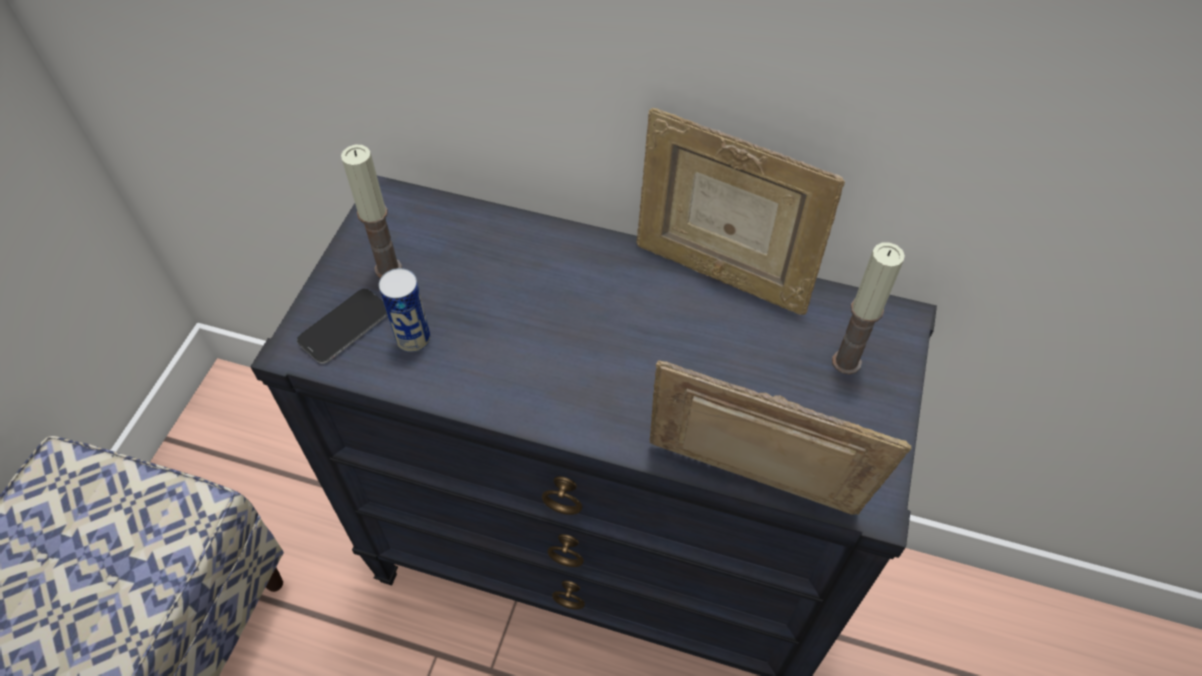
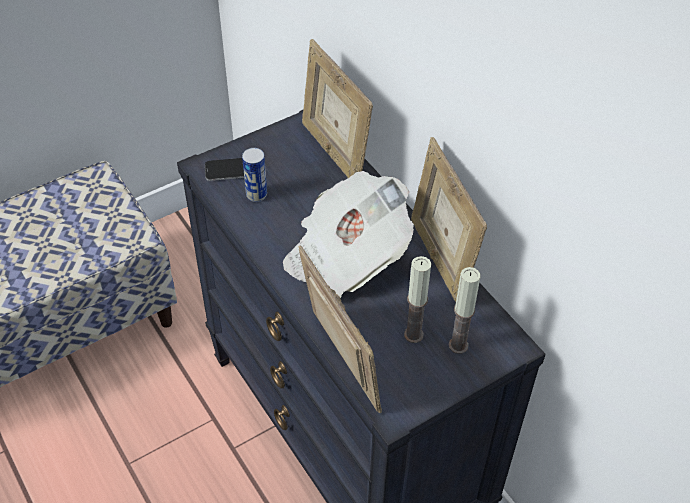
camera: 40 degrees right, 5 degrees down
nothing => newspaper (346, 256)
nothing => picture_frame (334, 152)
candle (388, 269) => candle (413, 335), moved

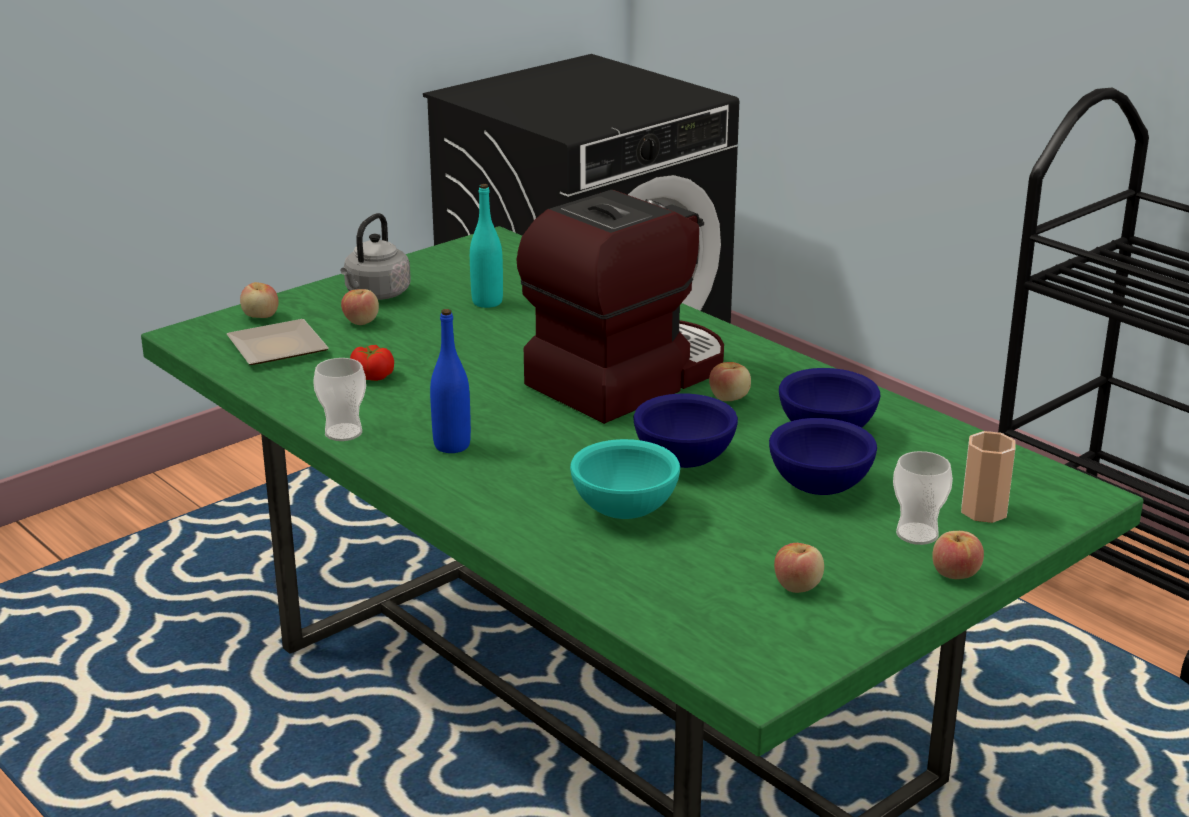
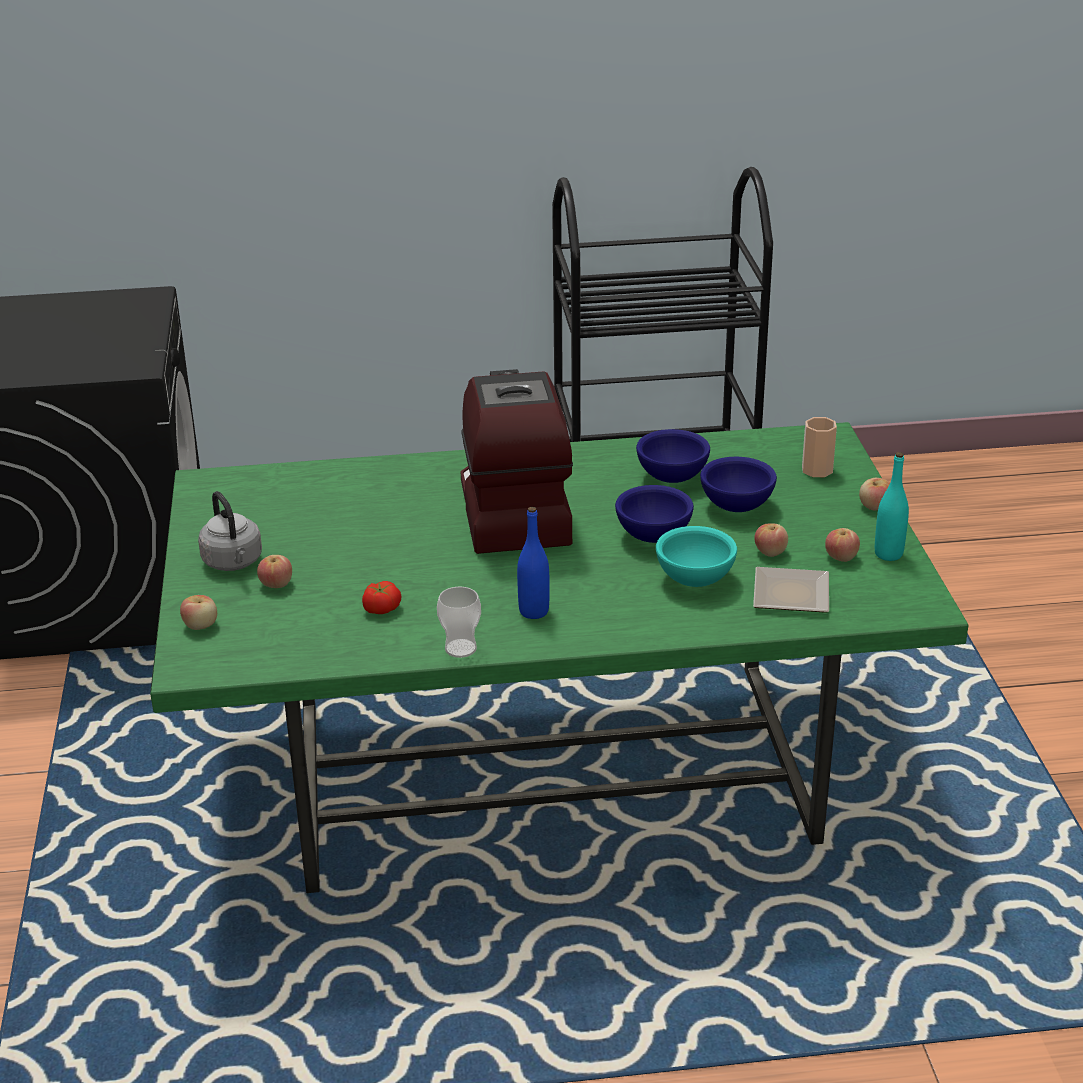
camera: 55 degrees left, 5 degrees up
drinking_cup (917, 534) => nothing
dinner_plate (281, 348) => dinner_plate (793, 593), moved
turquoise_beverage_bottle (487, 302) => turquoise_beverage_bottle (888, 554), moved
apple_fruit (730, 398) => apple_fruit (770, 552), moved

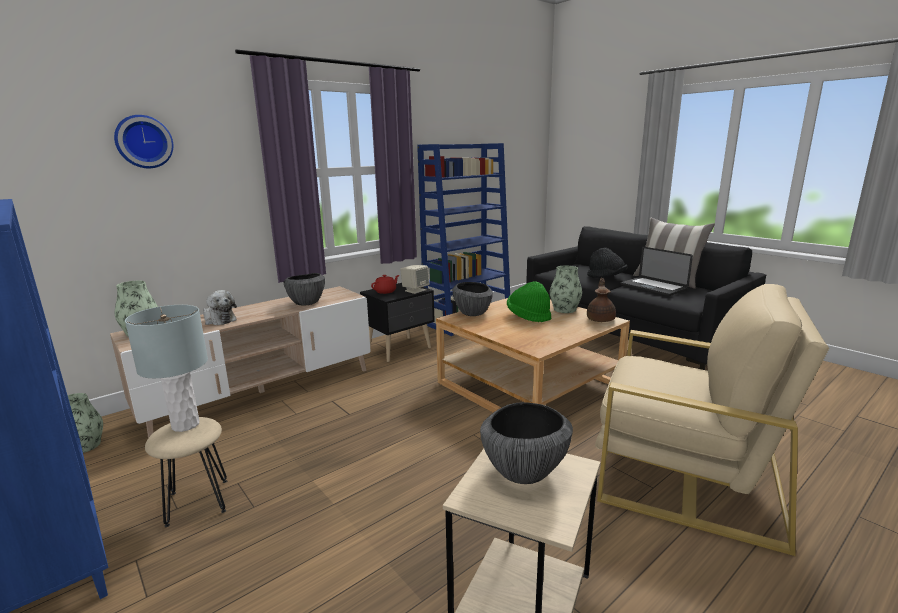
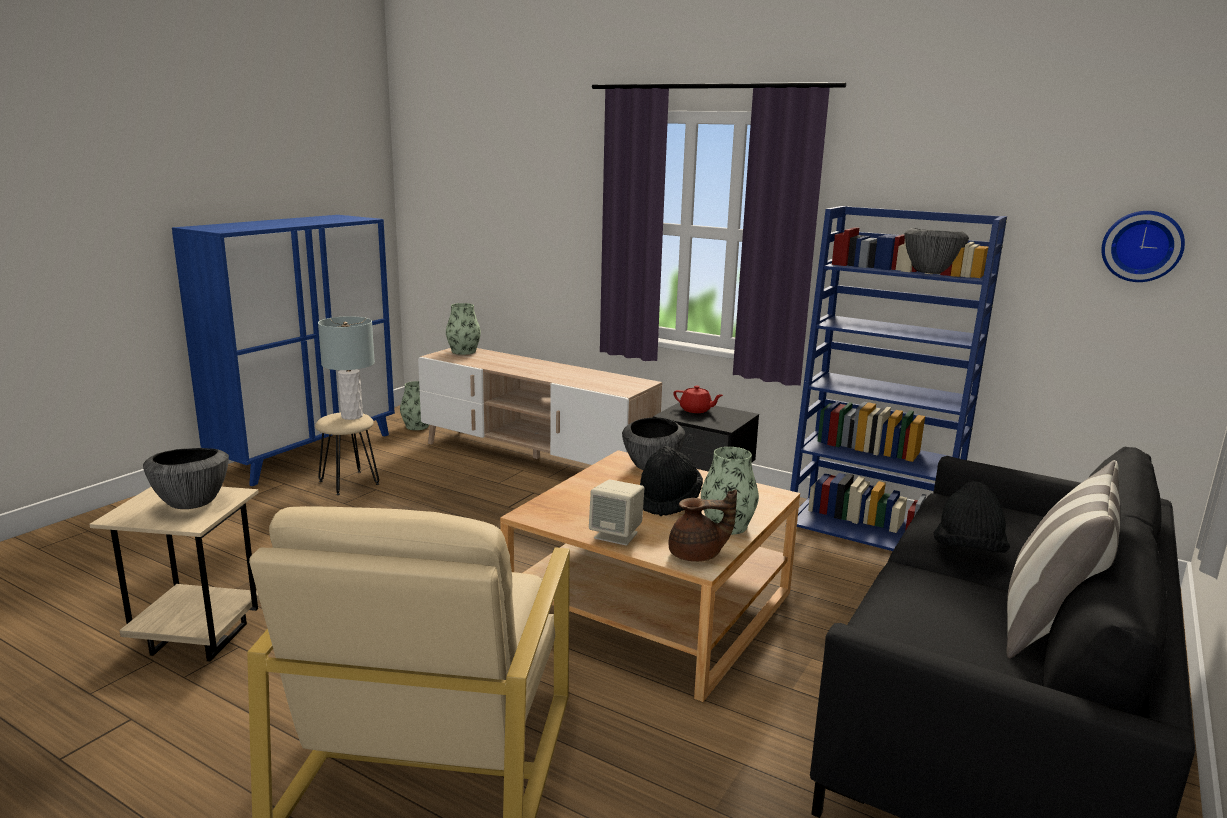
camera: 70 degrees right, 0 degrees up
soft_toy (219, 320) => nothing
portable_computer (653, 287) => nothing
hanging_clock (143, 142) => hanging_clock (1142, 246), moved
deep_dish (306, 303) => deep_dish (931, 272), moved
beige-coloured_loudspeaker (415, 290) => beige-coloured_loudspeaker (616, 535), moved
green-coloured_hat (528, 316) => blackish_hat (668, 501)

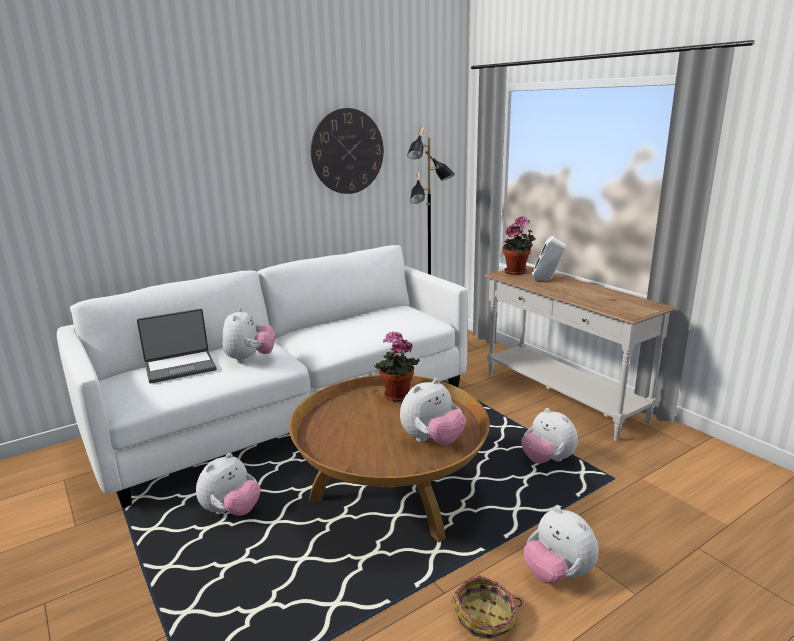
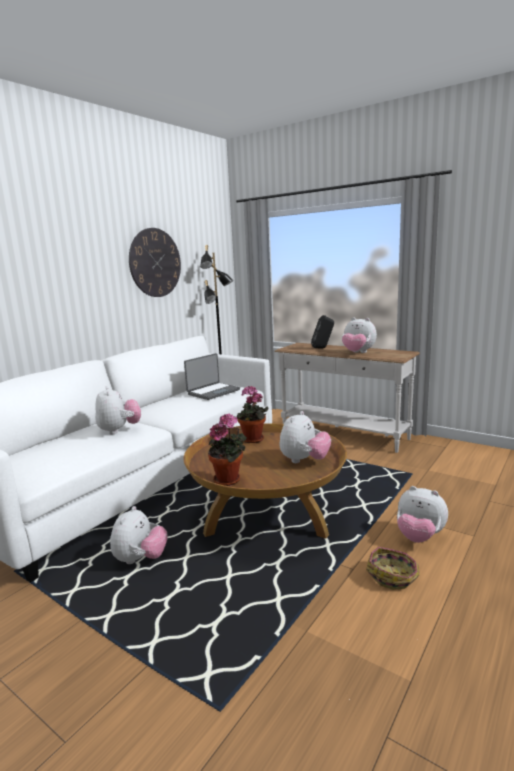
camera: 20 degrees left, 5 degrees down
portable_computer (180, 367) => portable_computer (213, 392), moved
houseplant (517, 272) => houseplant (229, 480), moved
soft_toy (547, 460) => soft_toy (358, 353), moved
white-coloured_loudspeaker (547, 280) => blackish_loudspeaker (323, 348)

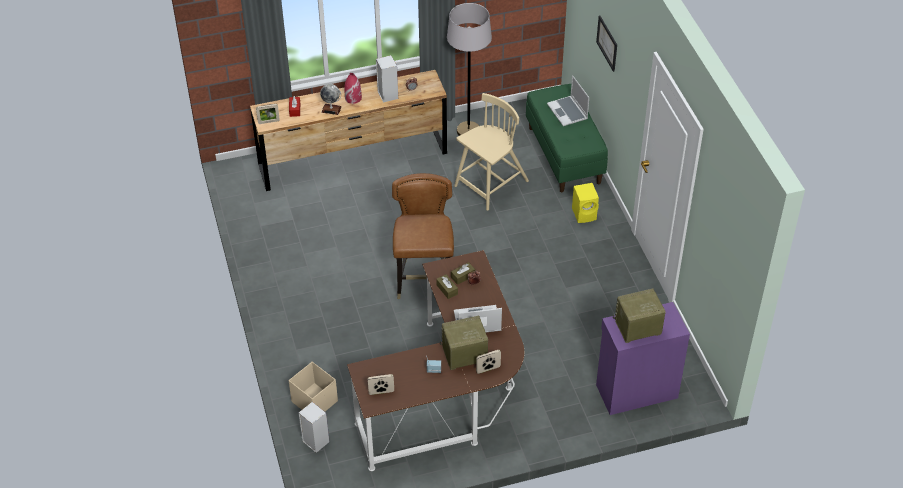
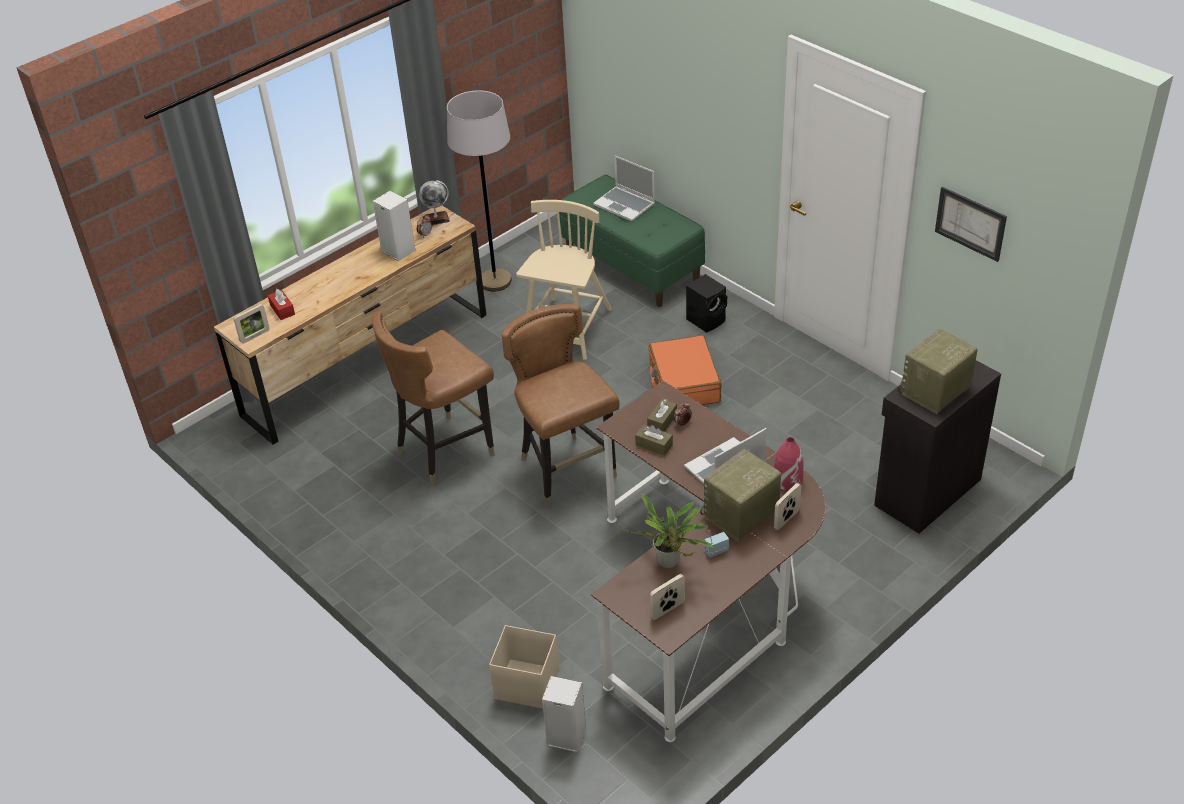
camera: 25 degrees left, 5 degrees down
nothing => brownish_chair (445, 451)
nothing => houseplant (670, 563)
nothing => orangey_suitcase (683, 382)
globe (331, 109) => globe (436, 219), moved
red-coloured_vase (353, 98) => red-coloured_vase (787, 480), moved
wall_art (607, 43) => wall_art (970, 223), moved
yellow_loudspeaker (585, 214) => blackish_loudspeaker (707, 320)
purple-coloured_cabinet (635, 390) => blackish_cabinet (925, 492)

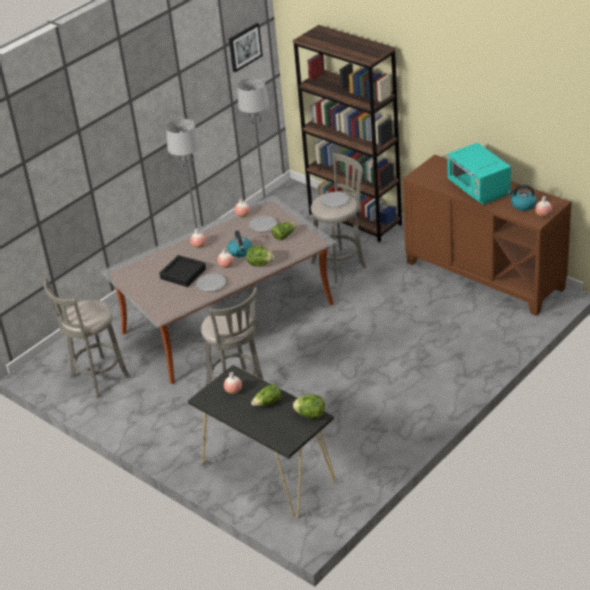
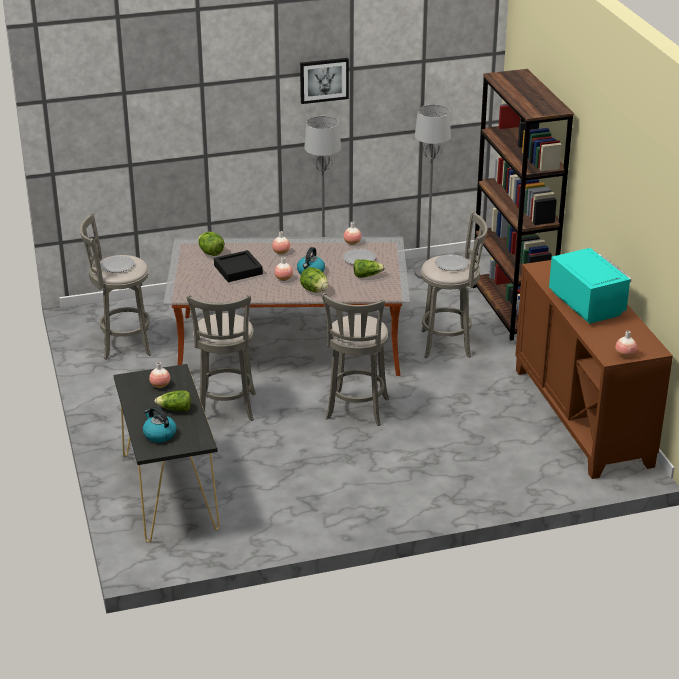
camera: 30 degrees right, 5 degrees down
nothing => gray_sitting_stool (356, 411)
dinner_plate (211, 284) => dinner_plate (117, 266), moved
wall_art (244, 47) => wall_art (324, 80), moved
head_of_lettuce (311, 415) => head_of_lettuce (211, 253), moved
tea_kettle (522, 205) => tea_kettle (159, 434), moved
turquoise_kitchen_microwave (478, 190) => turquoise_kitchen_microwave (586, 304), 150 degrees clockwise

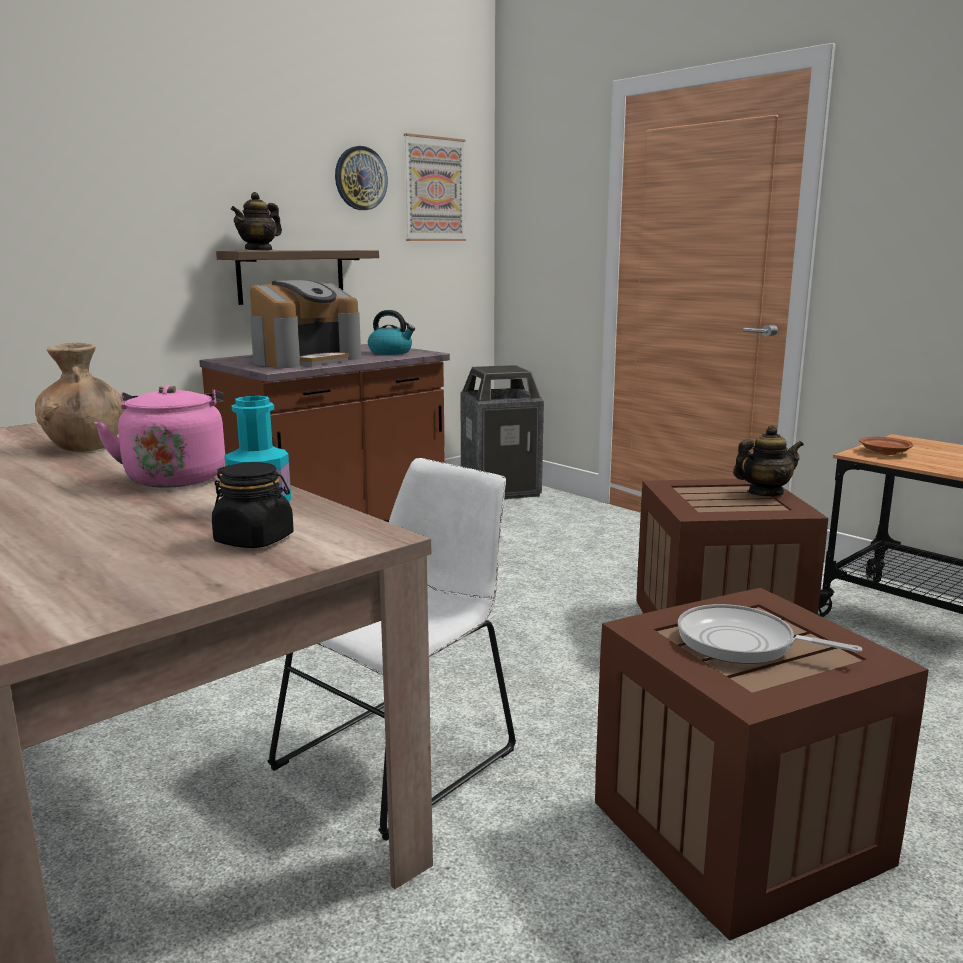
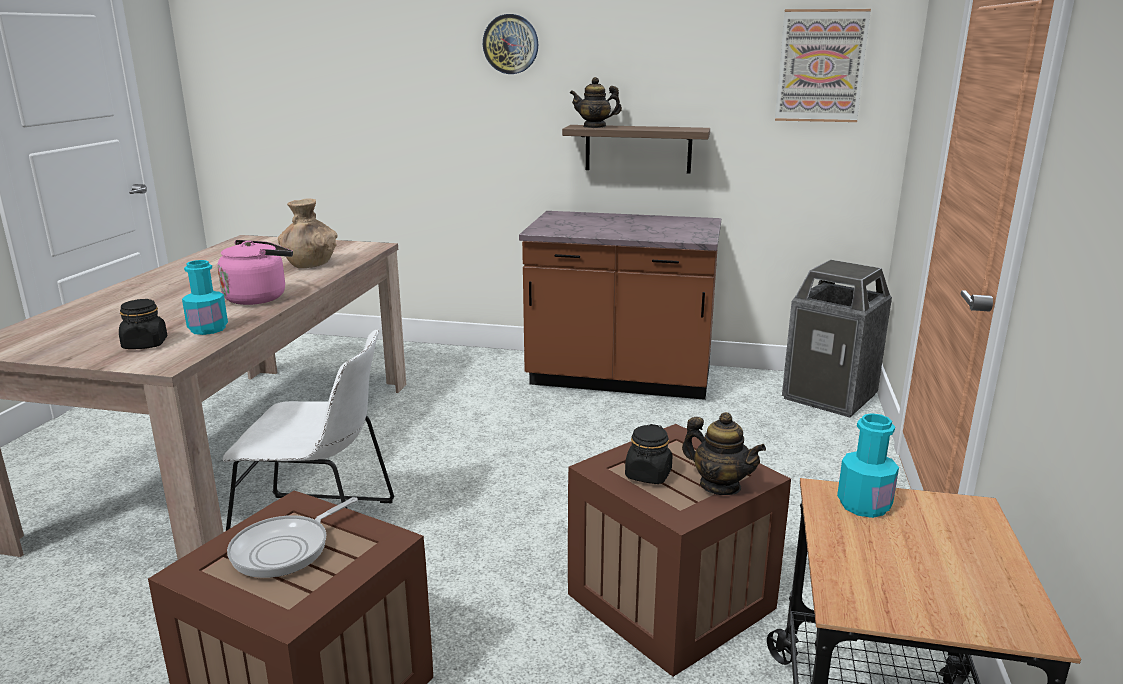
camera: 55 degrees right, 5 degrees up
coffee_maker (306, 360) => nothing
tea_kettle (391, 352) => nothing
nothing => blackish_jar (648, 475)
hanging_clock (360, 178) => hanging_clock (510, 44), moved
brownish_dinner_plate (884, 452) => turquoise_beverage_bottle (864, 505)
frying_pan (742, 643) => frying_pan (286, 549), 135 degrees counterclockwise

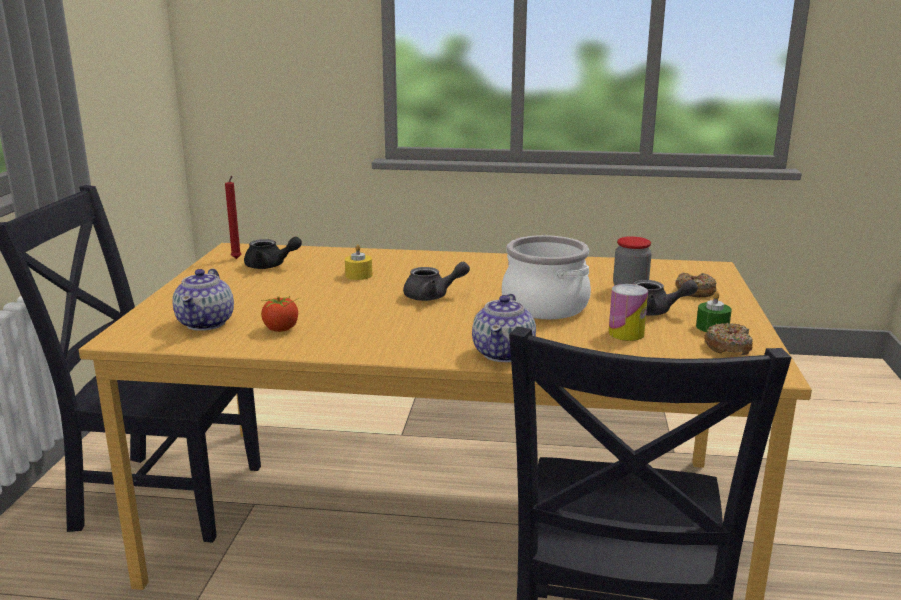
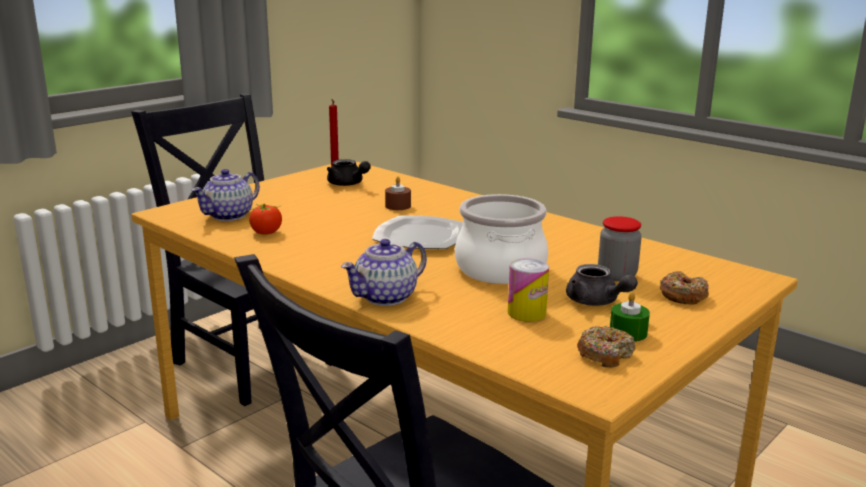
camera: 35 degrees right, 0 degrees up
gray_teapot (432, 296) => dinner_plate (422, 236)
yellow_candle (359, 275) => brownish_candle (398, 206)

